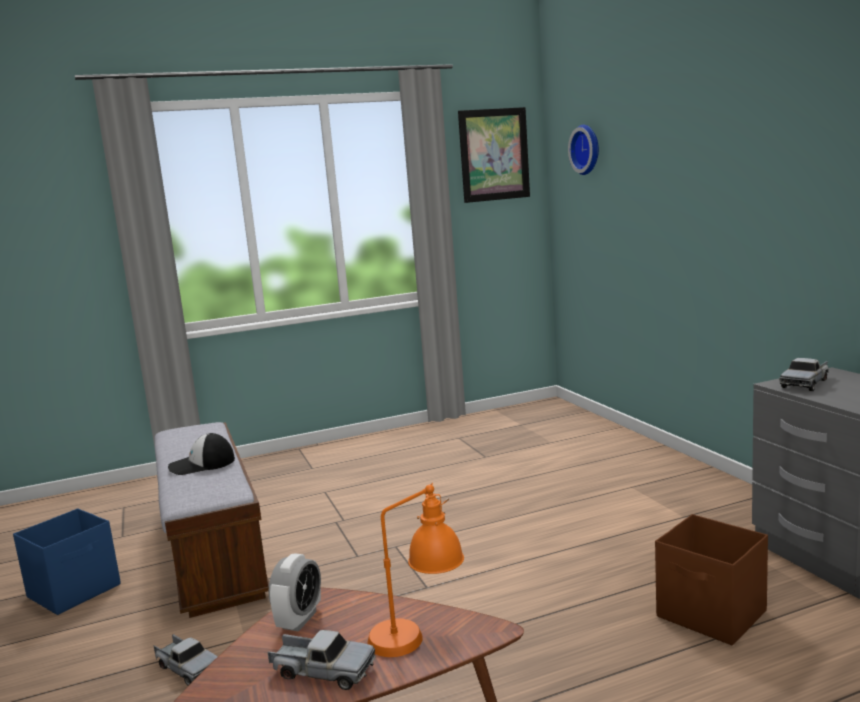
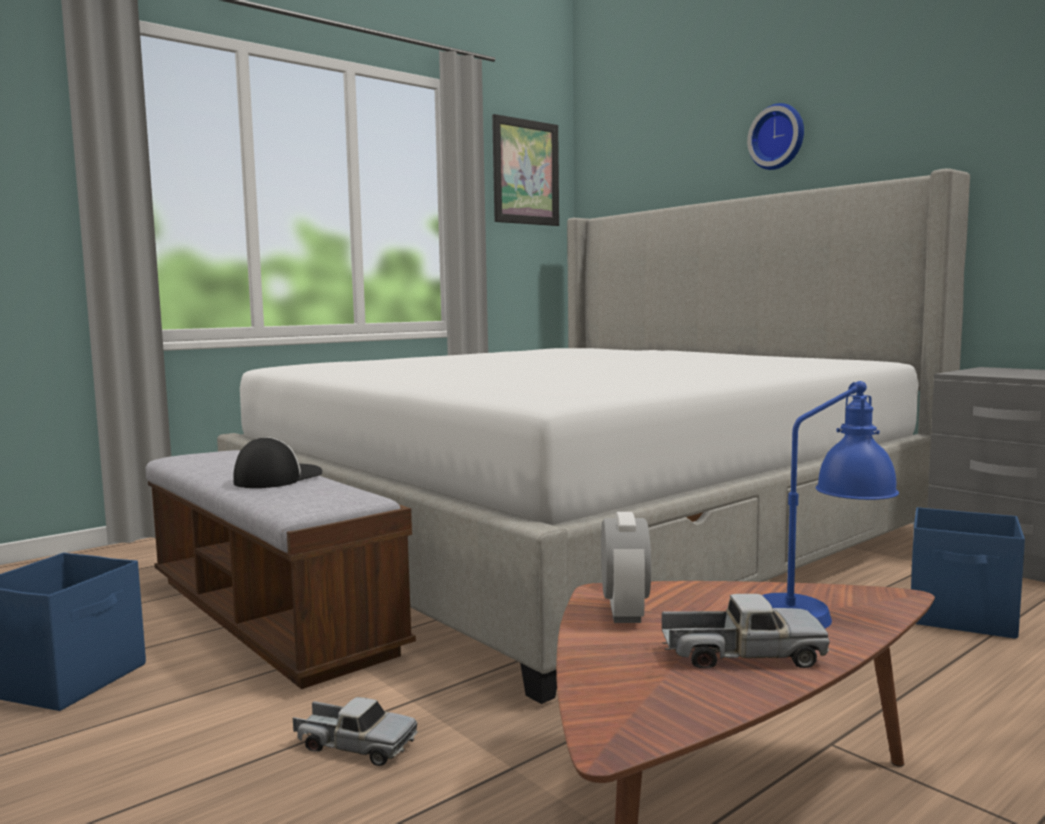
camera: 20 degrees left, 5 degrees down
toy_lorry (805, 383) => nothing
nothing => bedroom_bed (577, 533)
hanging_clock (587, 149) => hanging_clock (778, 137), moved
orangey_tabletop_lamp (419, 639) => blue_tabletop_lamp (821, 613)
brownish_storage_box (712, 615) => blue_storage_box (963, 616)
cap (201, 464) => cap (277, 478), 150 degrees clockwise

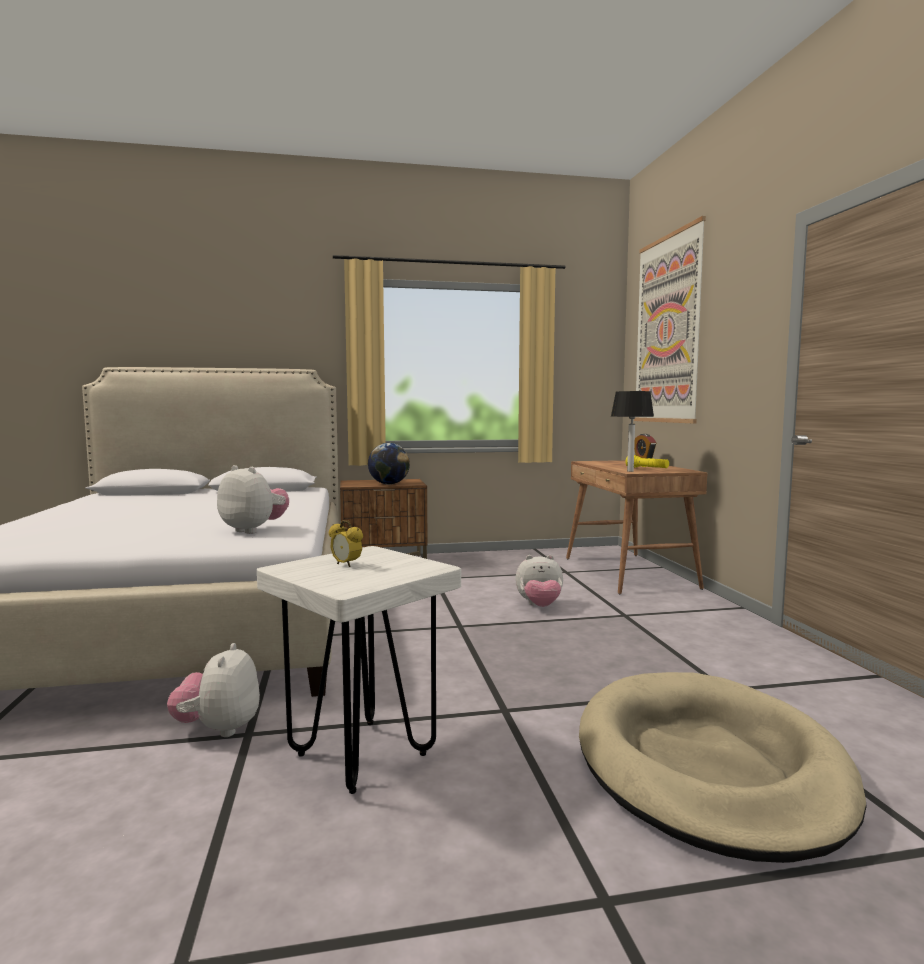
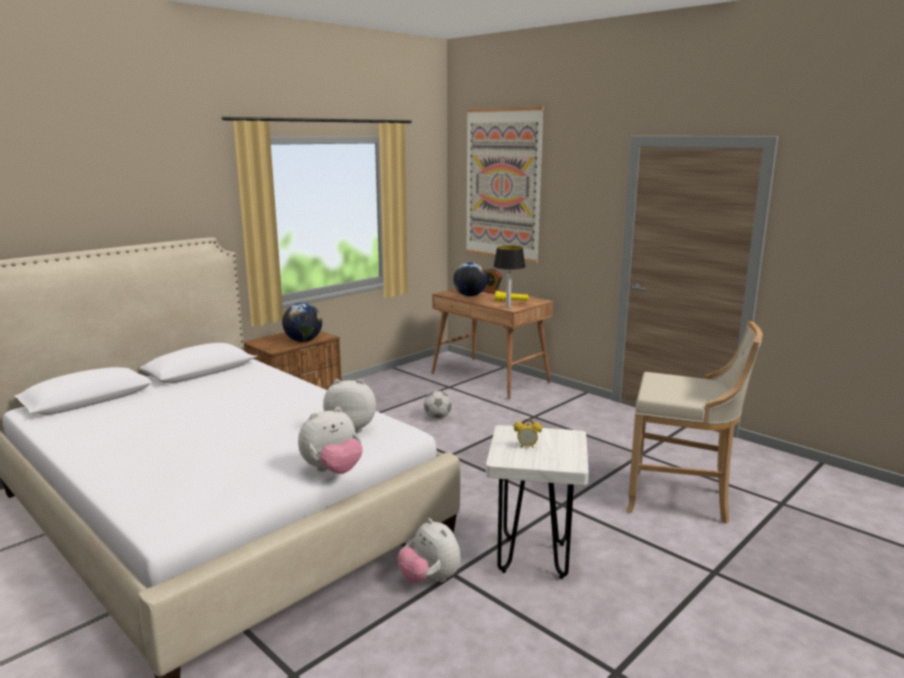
camera: 35 degrees left, 10 degrees up
nothing => football_ball (438, 417)
nothing => globe (470, 295)
soft_toy (539, 606) => soft_toy (332, 471), moved
beige-coloured_dog_cushion (708, 766) => beige-coloured_sitting_stool (681, 500)

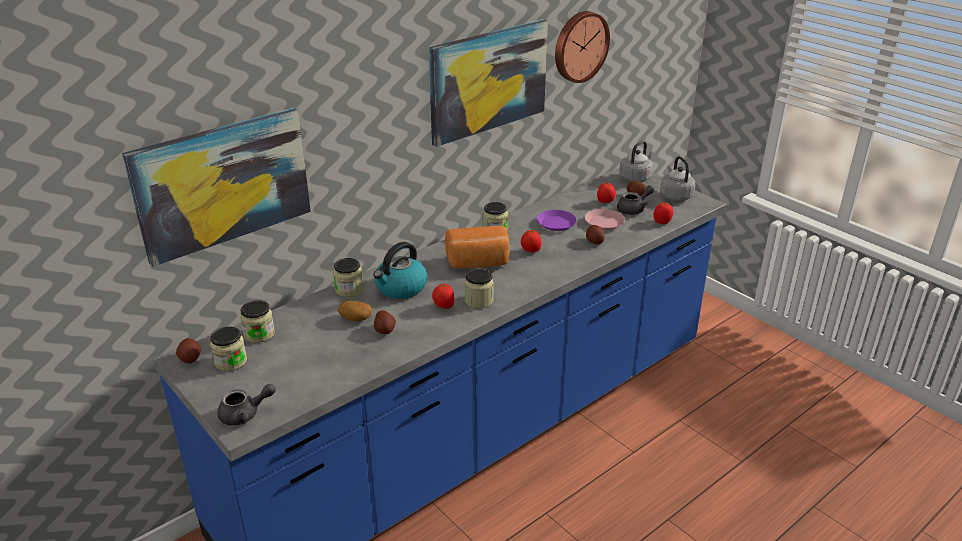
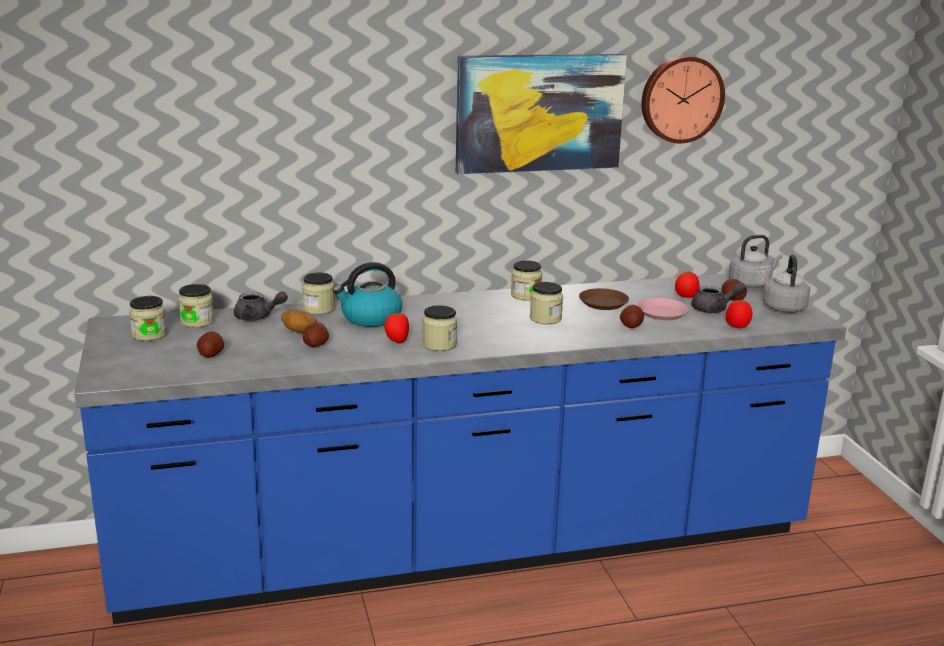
camera: 25 degrees right, 10 degrees down
wall_art (222, 183) => nothing
bread (478, 263) => nothing
potato (190, 358) => potato (210, 354), moved
gray_teapot (245, 414) => gray_teapot (258, 317), moved
tomato (530, 251) => jar (545, 318)
purple-coloured_dinner_plate (556, 224) => brownish_dinner_plate (603, 303)

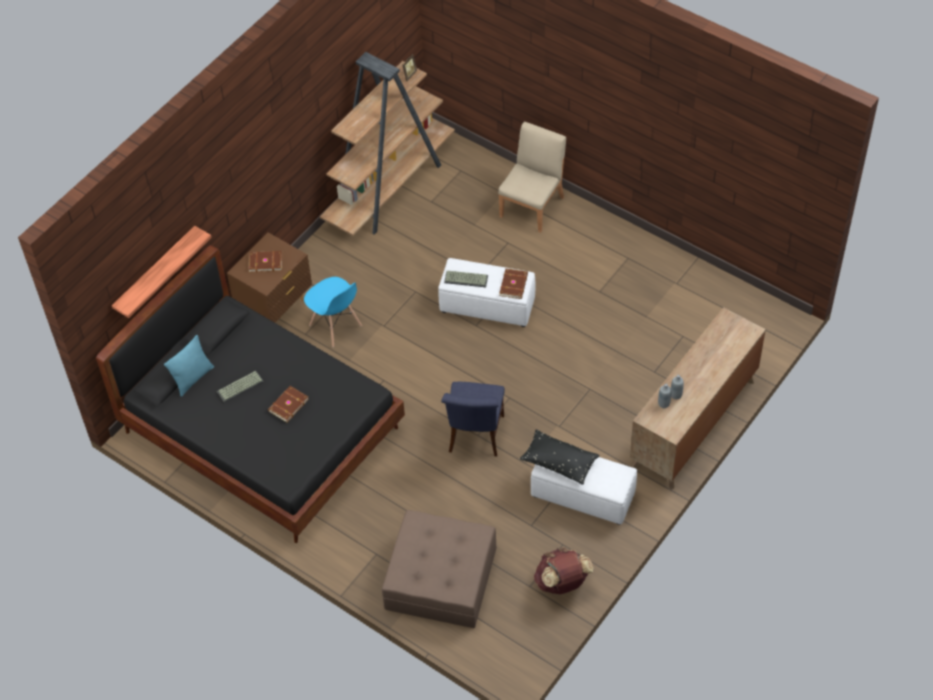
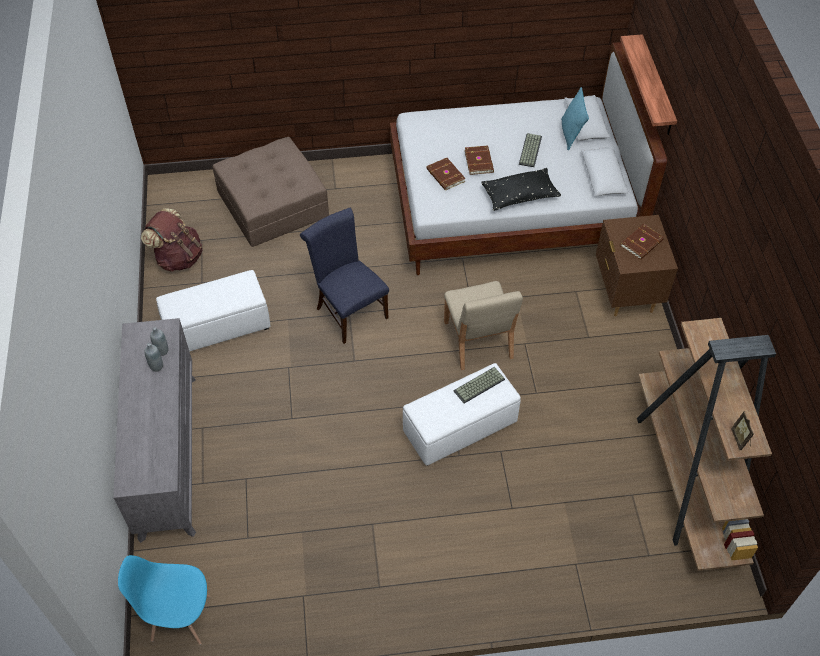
camera: 135 degrees right, 0 degrees up
blue_chair (335, 326) => blue_chair (180, 617), moved
beige-coloured_chair (532, 206) => beige-coloured_chair (478, 341), moved
brownish_book (514, 285) => brownish_book (445, 176), moved
blackish_cushion (559, 462) => blackish_cushion (520, 196), moved
blackish_bedroom_bed (263, 431) => white-coloured_bedroom_bed (511, 205)
brownish_drawer_chest (693, 424) => gray_drawer_chest (167, 454)

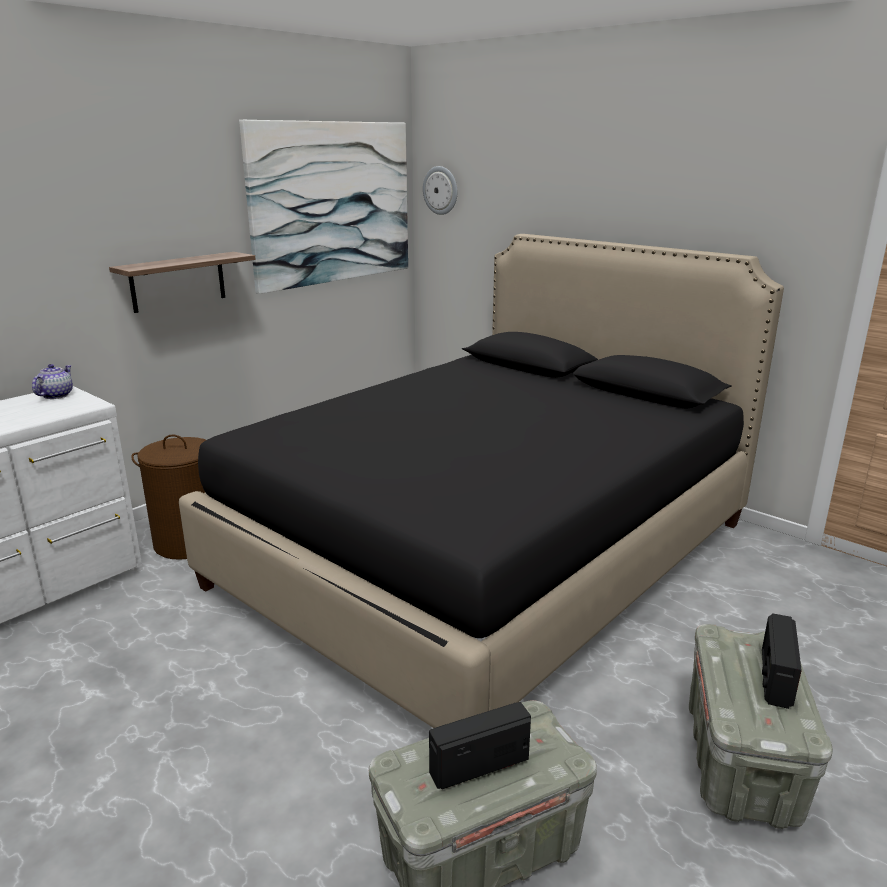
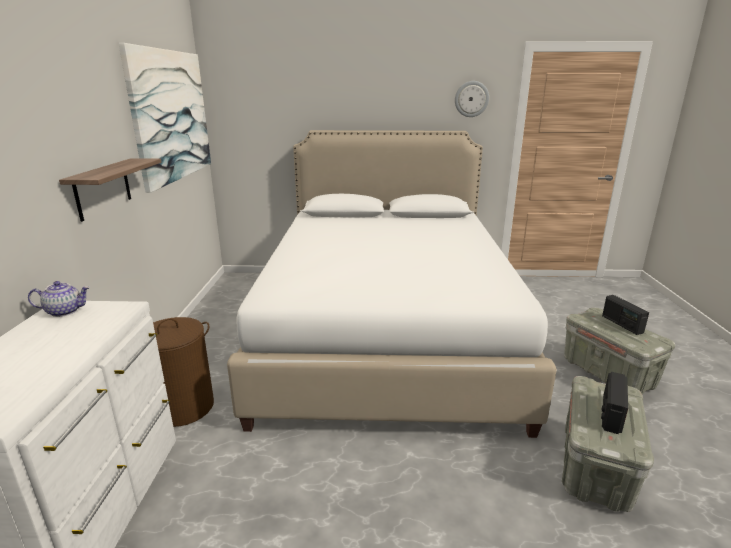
camera: 40 degrees left, 0 degrees up
hanging_clock (441, 190) => hanging_clock (471, 99), moved
blackish_bedroom_bed (488, 553) => white-coloured_bedroom_bed (386, 333)
teapot (56, 395) => teapot (65, 311), 105 degrees clockwise

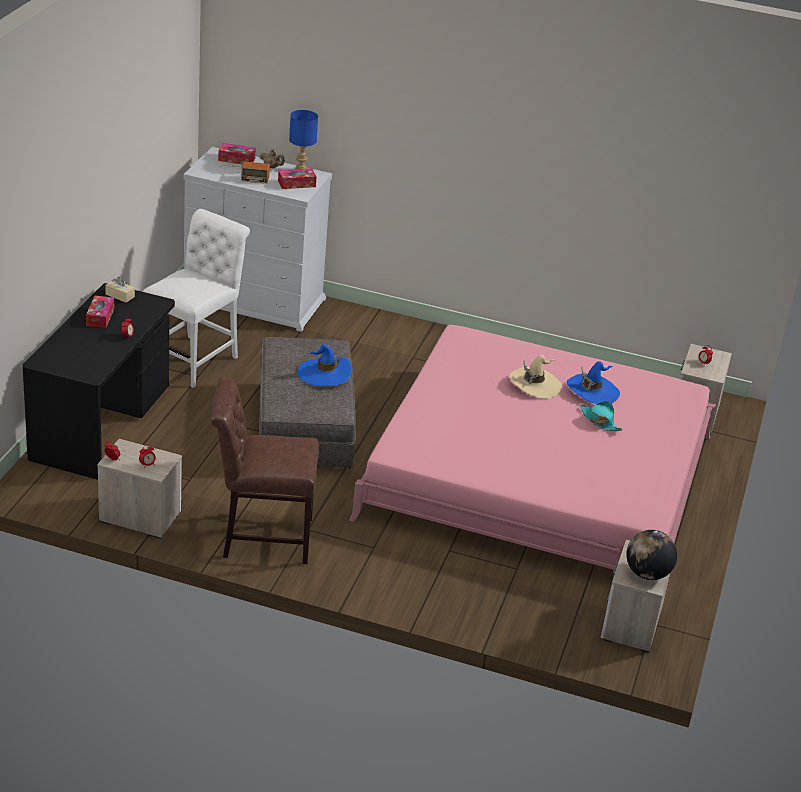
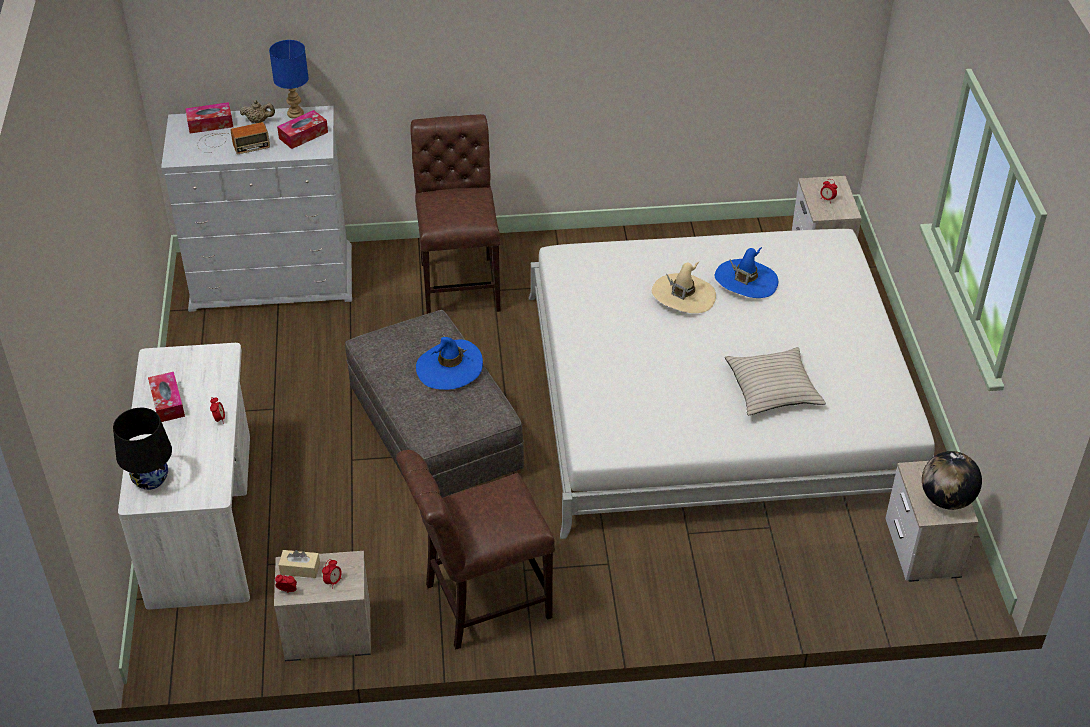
camera: 20 degrees left, 10 degrees up
white-coloured_chair (196, 359) => nothing
turquoise_hat (599, 421) => nothing
nothing => blackish_tabletop_lamp (150, 479)
nothing => brownish_chair (460, 282)
nothing => beige-coloured_cushion (772, 389)
beige-coloured_box_of_tissues (120, 295) => beige-coloured_box_of_tissues (300, 569), moved
blackish_desk_unit (102, 423) => white-coloured_desk_unit (203, 519)
pink-coloured_bedroom_bed (538, 476) => white-coloured_bedroom_bed (718, 396)

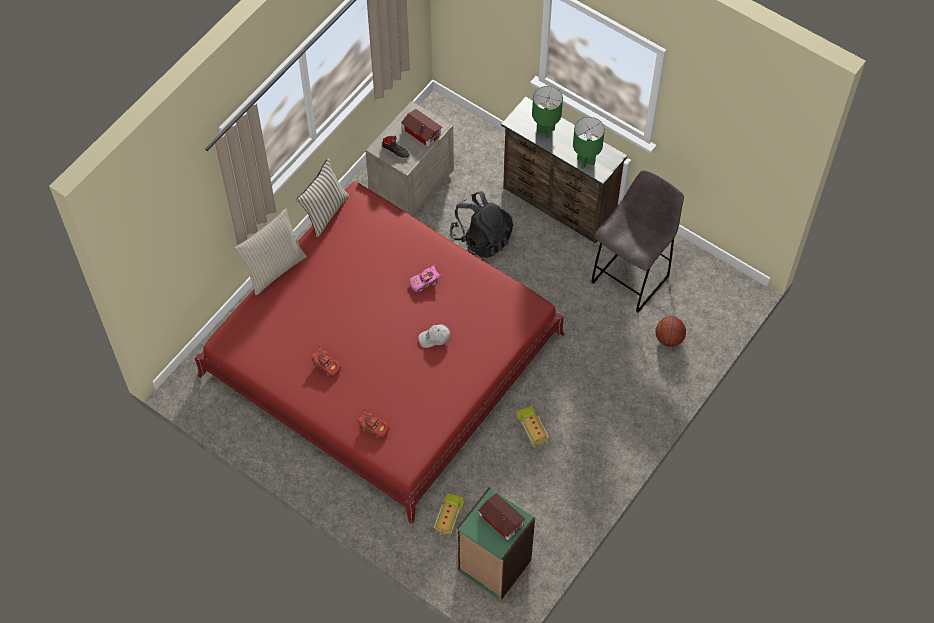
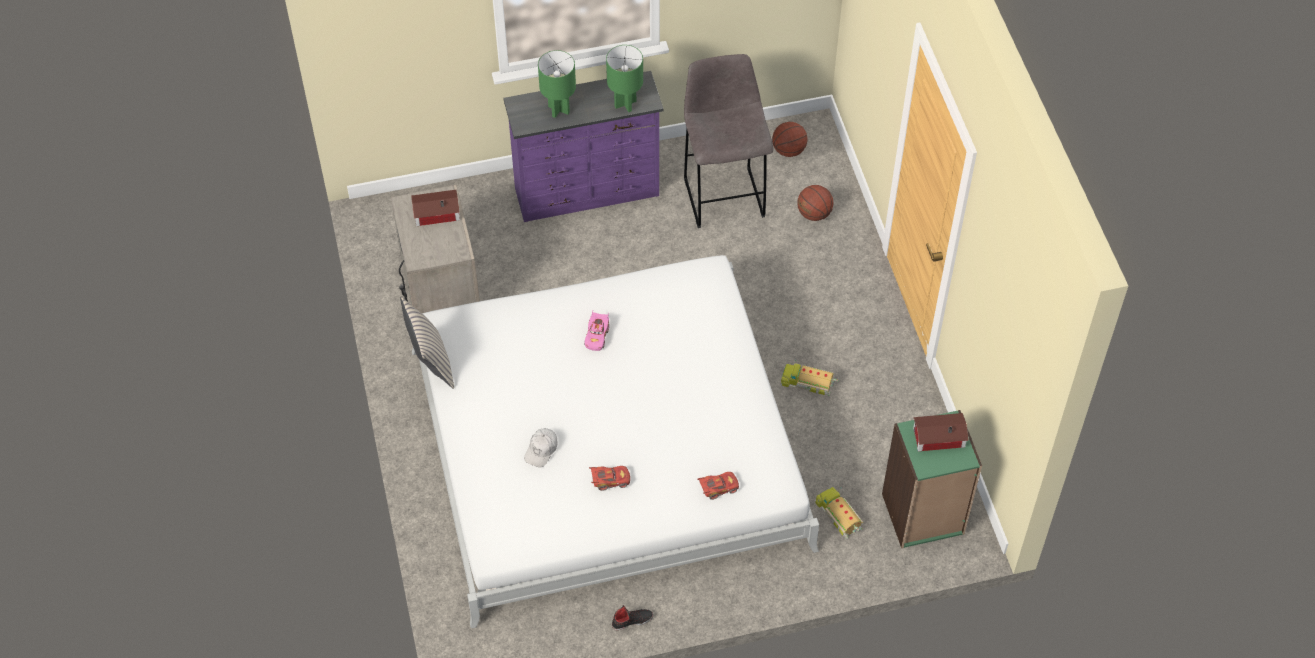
camera: 50 degrees left, 5 degrees down
beige-coloured_cushion (274, 268) => nothing
blackish_backpack (482, 238) => nothing
nothing => ball_for_basketball (788, 150)
blackish_item_of_footwear (396, 151) => blackish_item_of_footwear (632, 620), moved
white-coloured_cap (434, 338) => white-coloured_cap (541, 450), moved
red-coloured_bedroom_bed (382, 355) => white-coloured_bedroom_bed (609, 448)
brownish_drawer_chest (558, 205) => purple-coloured_drawer_chest (588, 193)

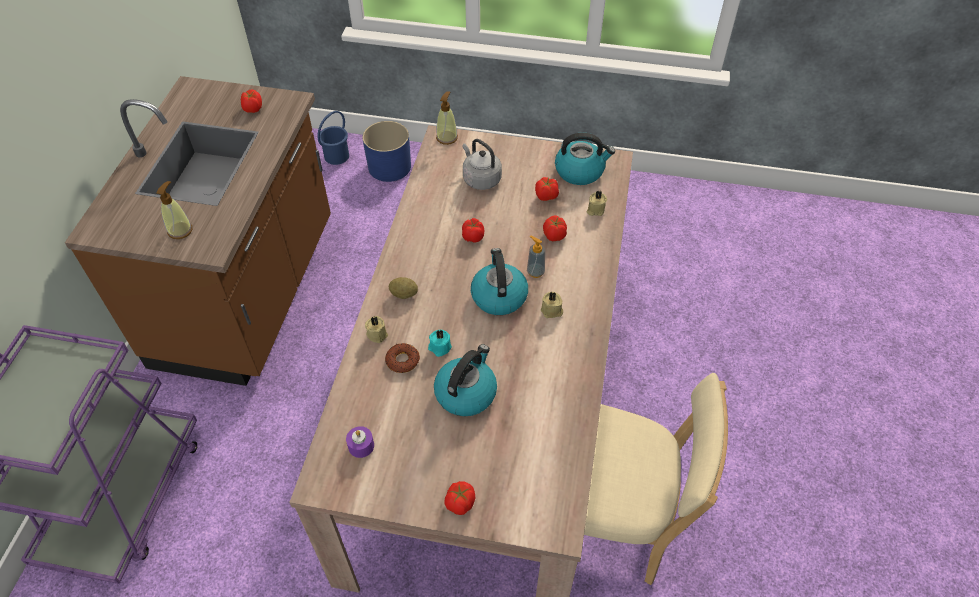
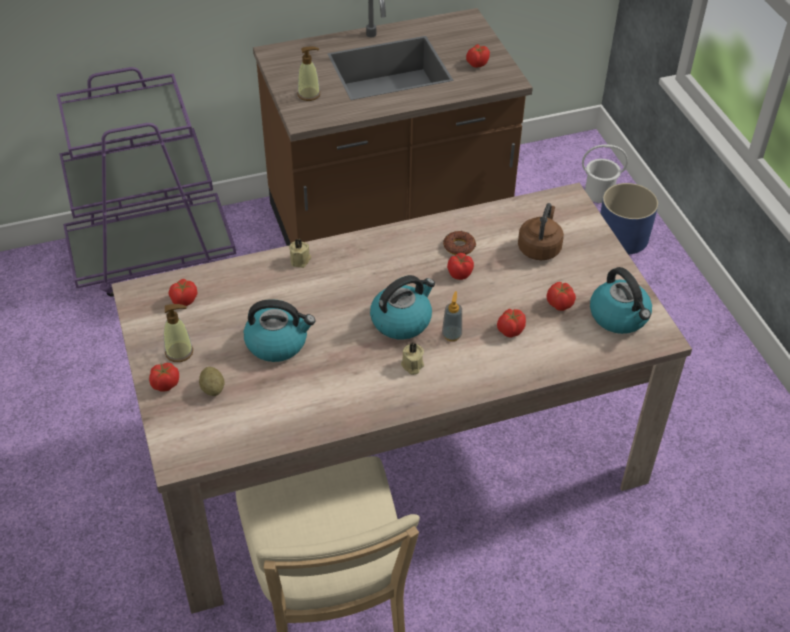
camera: 60 degrees right, 5 degrees down
turquoise_candle (439, 347) => nothing
beige-coloured_candle (595, 210) => nothing
doughnut (402, 360) => doughnut (459, 246), moved
potato (404, 294) => potato (212, 389), moved
soap_dispenser (447, 137) => soap_dispenser (179, 352), moved
purple-coloured_candle (361, 446) => tomato (184, 300)
blue_bucket (337, 156) => white-coloured_bucket (599, 193)
gray_tea_kettle (480, 179) => brownish_tea_kettle (539, 248)

